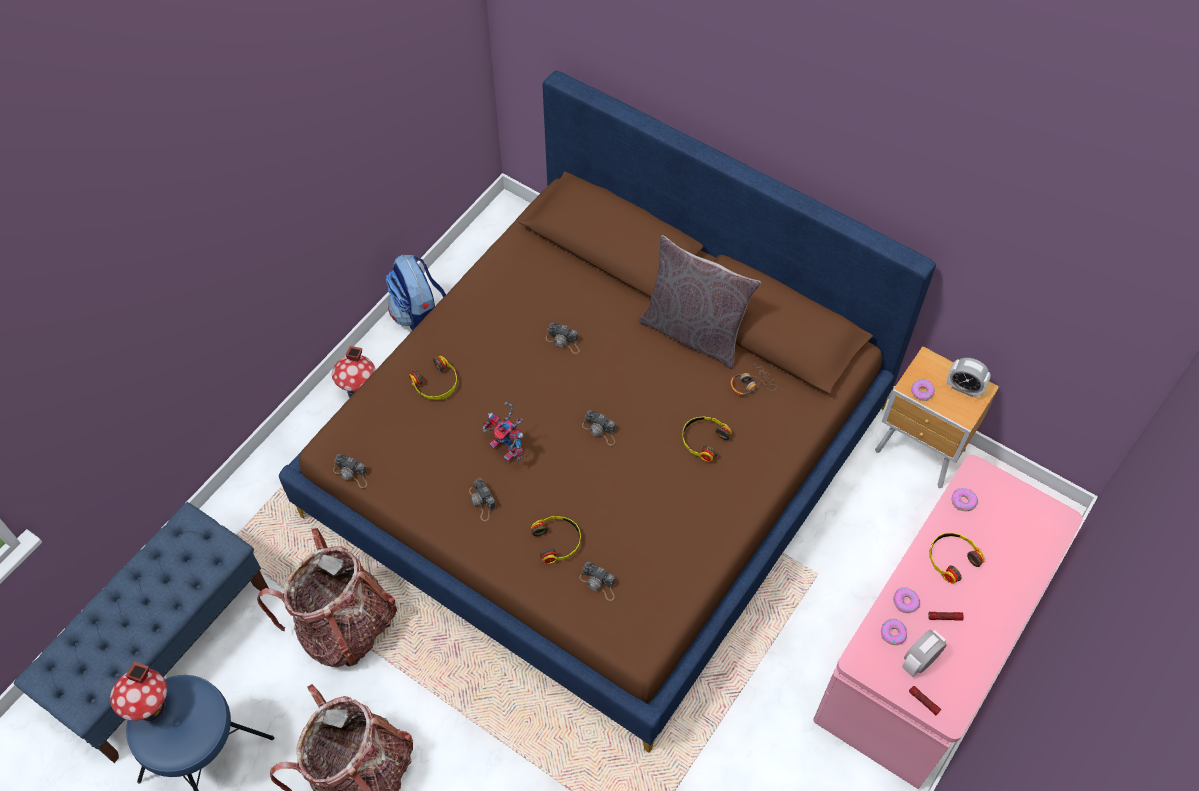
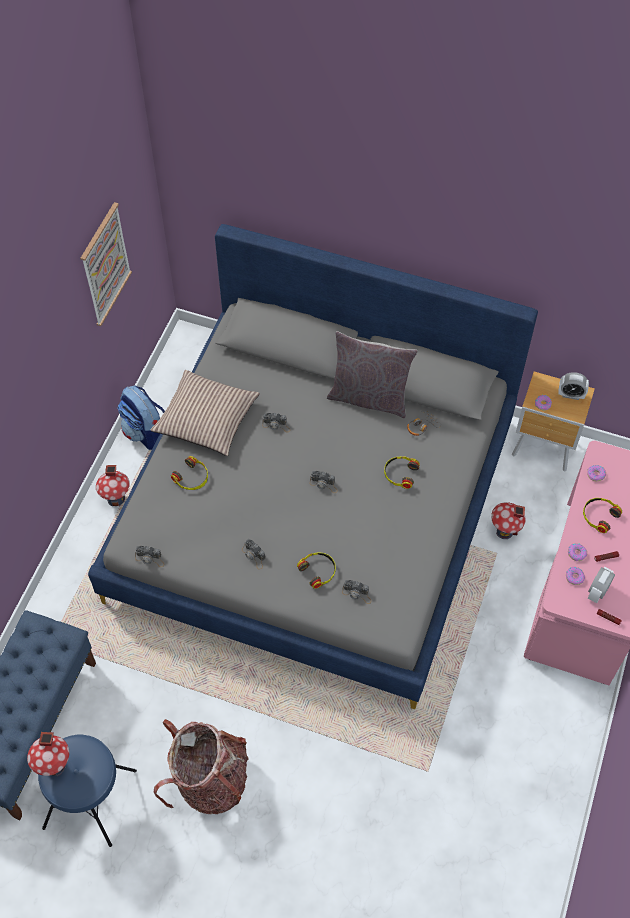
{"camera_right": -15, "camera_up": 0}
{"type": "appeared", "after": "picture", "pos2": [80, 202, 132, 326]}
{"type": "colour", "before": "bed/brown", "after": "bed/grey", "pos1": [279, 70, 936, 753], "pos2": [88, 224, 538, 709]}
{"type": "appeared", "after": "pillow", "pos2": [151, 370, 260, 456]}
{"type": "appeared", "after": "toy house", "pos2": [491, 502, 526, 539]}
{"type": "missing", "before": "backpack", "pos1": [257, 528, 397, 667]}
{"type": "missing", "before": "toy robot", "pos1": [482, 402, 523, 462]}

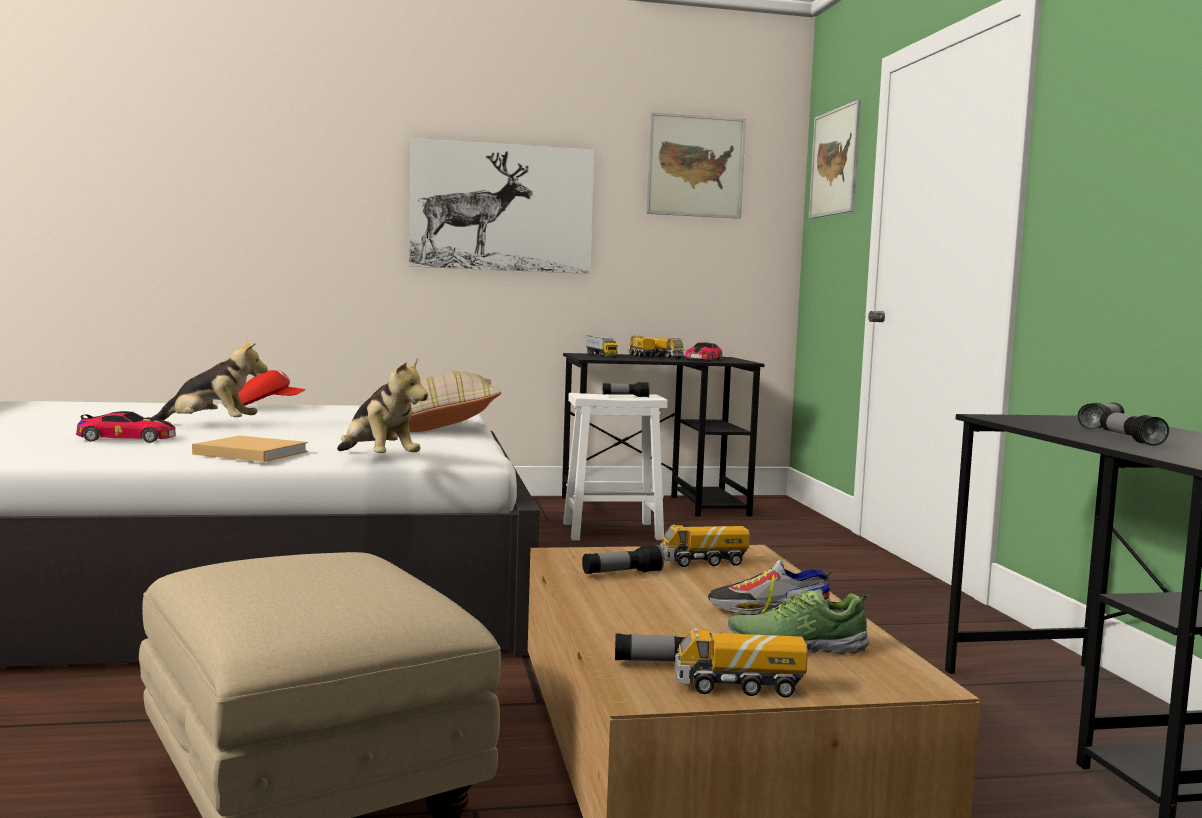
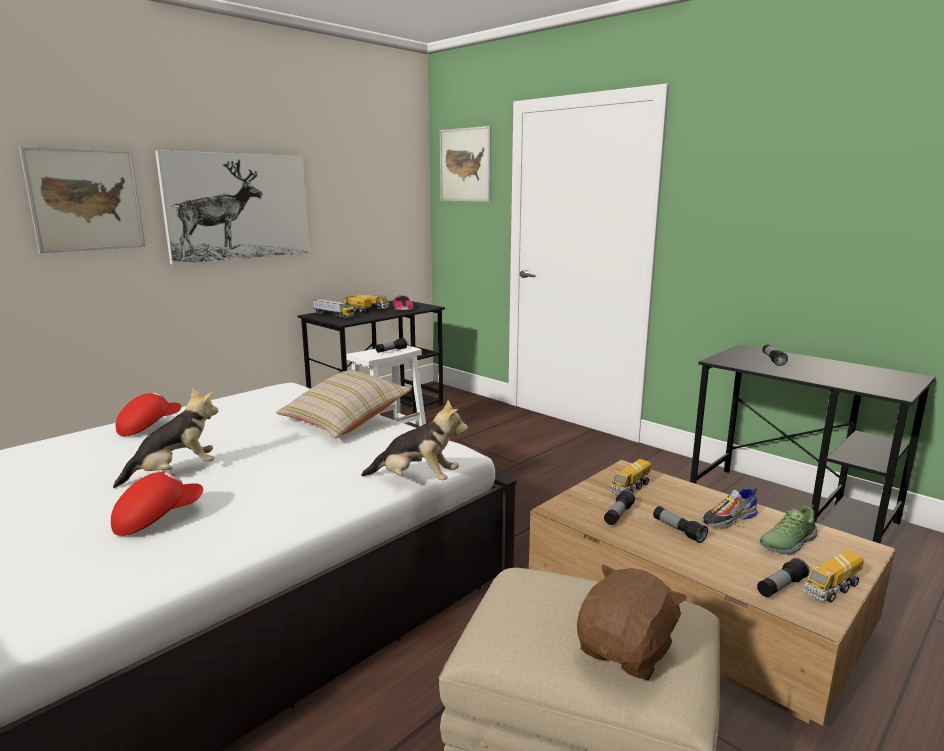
{"camera_right": -35, "camera_up": 10}
{"type": "relocated", "before": "picture", "pos1": [646, 112, 746, 219], "pos2": [19, 146, 146, 253]}
{"type": "exchanged", "before": "toy car", "after": "cap/red", "pos1": [76, 411, 176, 443], "pos2": [111, 472, 203, 536]}
{"type": "appeared", "after": "plush toy/brown", "pos2": [577, 564, 687, 680]}
{"type": "relocated", "before": "flashlight", "pos1": [1100, 411, 1169, 446], "pos2": [653, 506, 708, 543]}
{"type": "missing", "before": "book/beige", "pos1": [192, 436, 308, 462]}

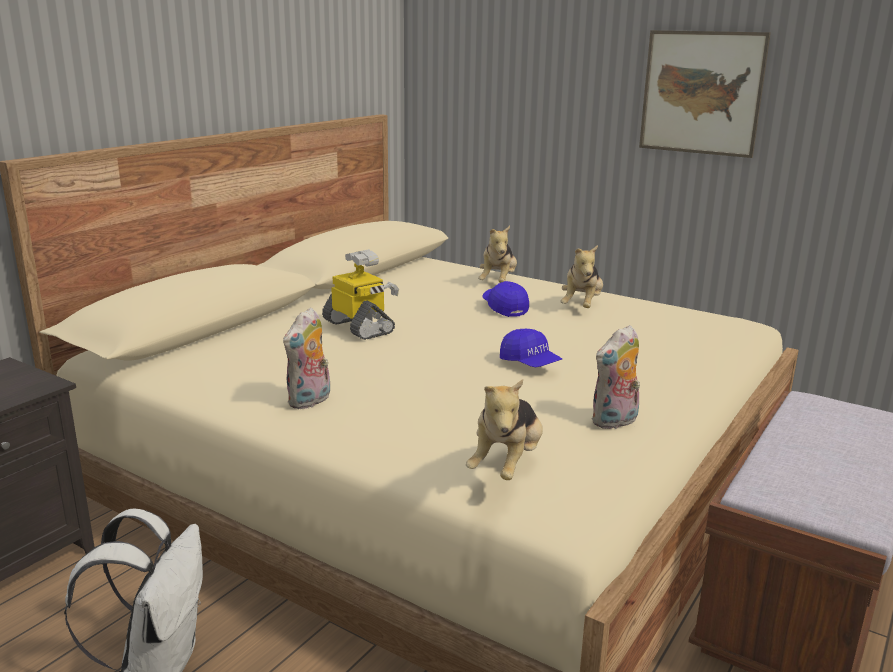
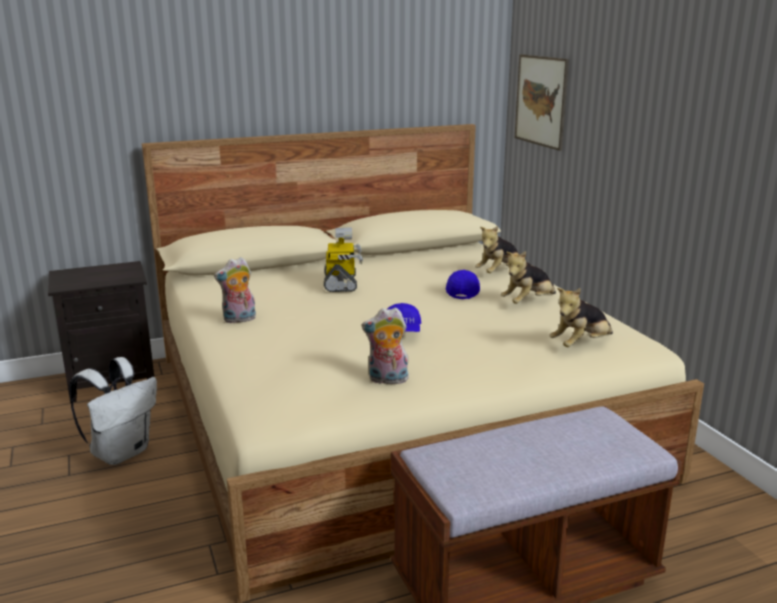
{"camera_right": 35, "camera_up": 0}
{"type": "relocated", "before": "picture", "pos1": [639, 30, 771, 158], "pos2": [515, 54, 569, 151]}
{"type": "relocated", "before": "plush toy", "pos1": [466, 379, 543, 480], "pos2": [549, 288, 613, 347]}

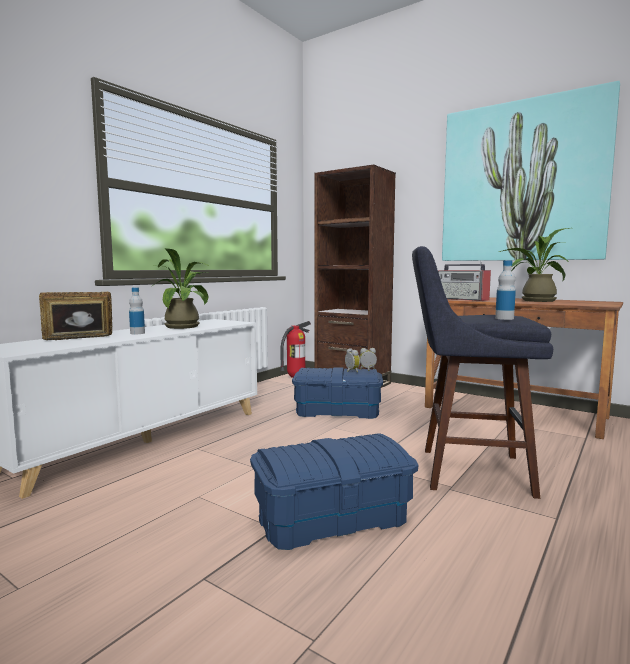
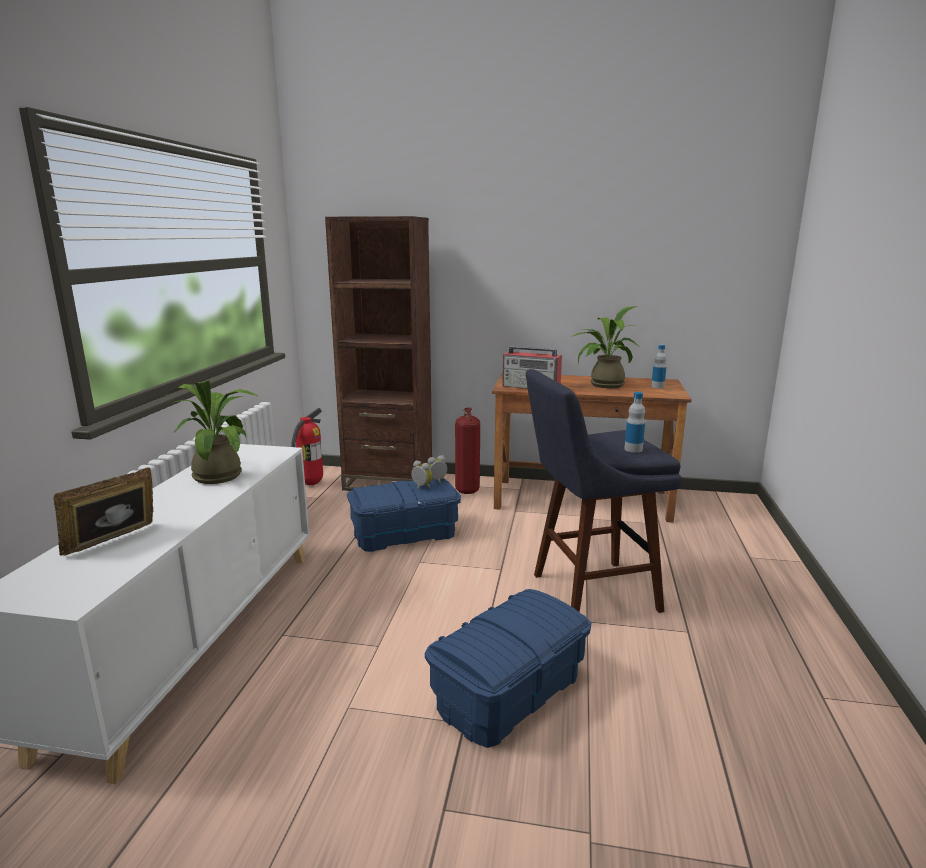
{"camera_right": -25, "camera_up": 10}
{"type": "appeared", "after": "fire extinguisher", "pos2": [455, 407, 480, 494]}
{"type": "relocated", "before": "bottle", "pos1": [129, 287, 145, 334], "pos2": [651, 345, 667, 388]}
{"type": "missing", "before": "picture", "pos1": [442, 81, 620, 261]}

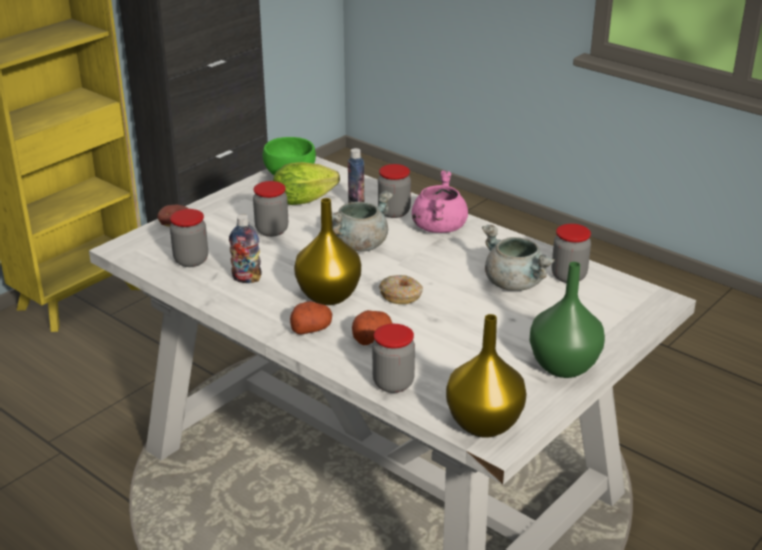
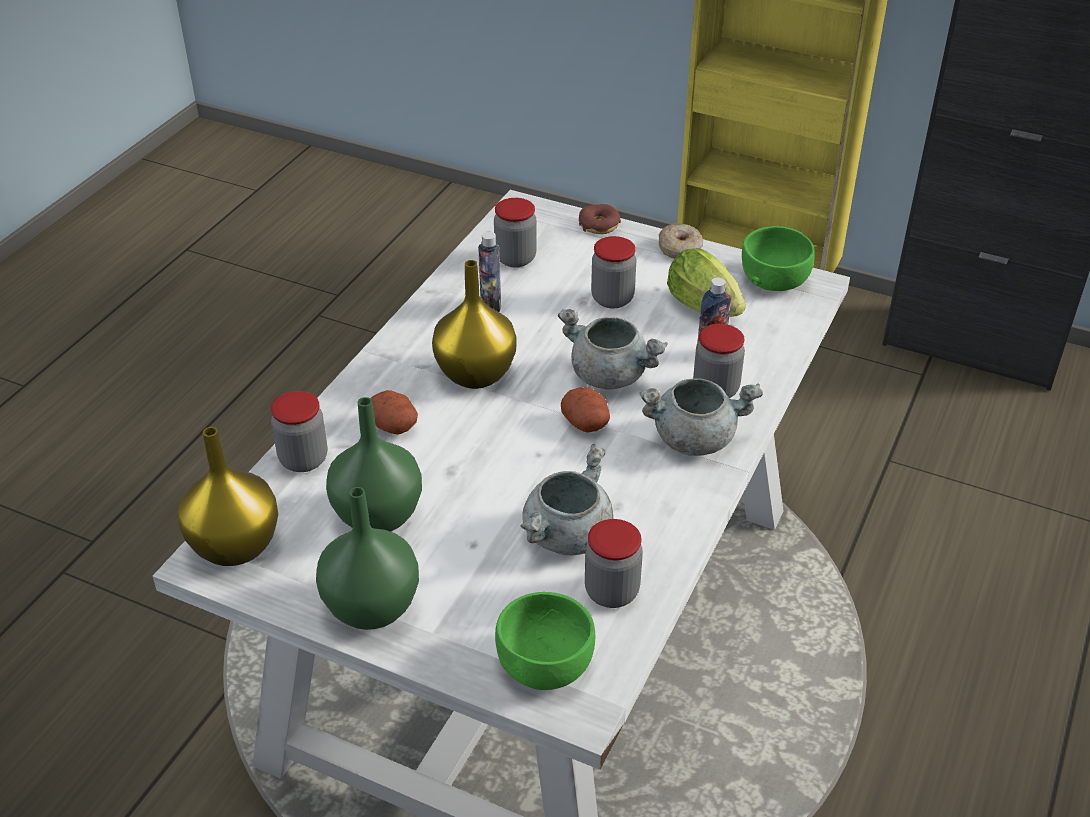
{"camera_right": 75, "camera_up": 10}
{"type": "appeared", "after": "vase/green", "pos2": [326, 397, 422, 532]}
{"type": "appeared", "after": "bowl/green", "pos2": [495, 592, 595, 690]}
{"type": "relocated", "before": "potato", "pos1": [290, 301, 332, 335], "pos2": [561, 387, 610, 433]}
{"type": "colour", "before": "cooking pot/pink", "after": "cooking pot/grey", "pos1": [412, 171, 468, 233], "pos2": [640, 378, 763, 456]}
{"type": "relocated", "before": "donut", "pos1": [379, 275, 423, 304], "pos2": [659, 223, 703, 259]}

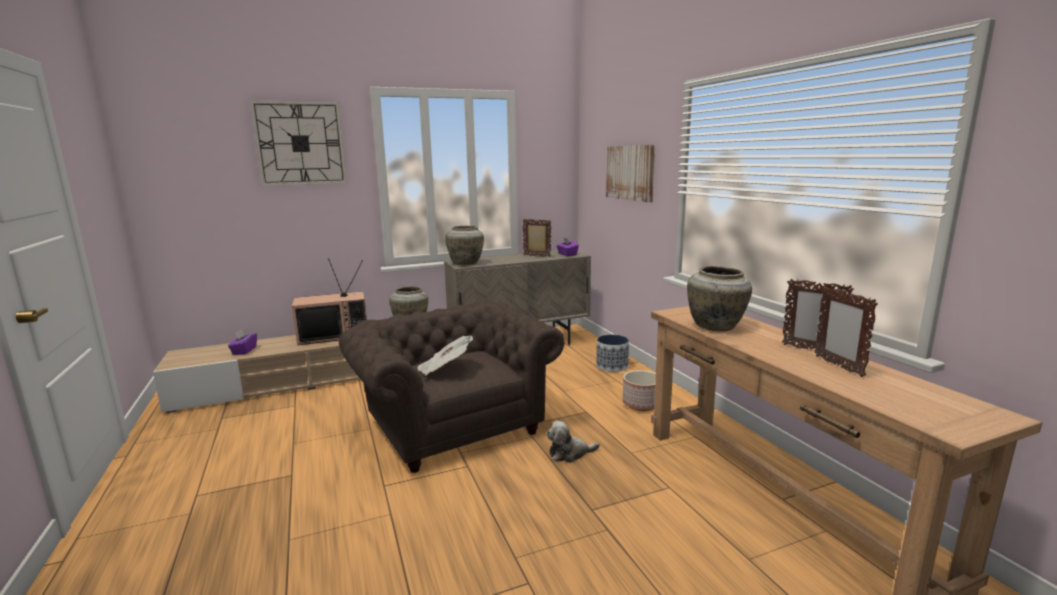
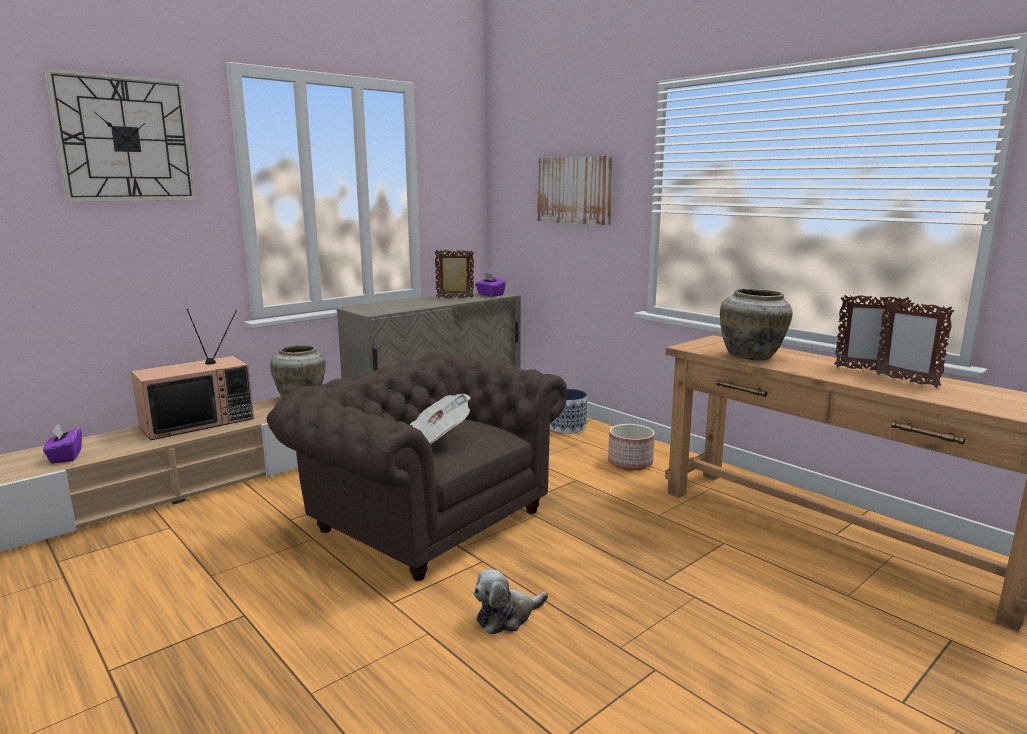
{"camera_right": -20, "camera_up": 0}
{"type": "relocated", "before": "plush toy", "pos1": [547, 421, 600, 462], "pos2": [473, 569, 548, 634]}
{"type": "missing", "before": "vase/beige", "pos1": [445, 226, 484, 265]}

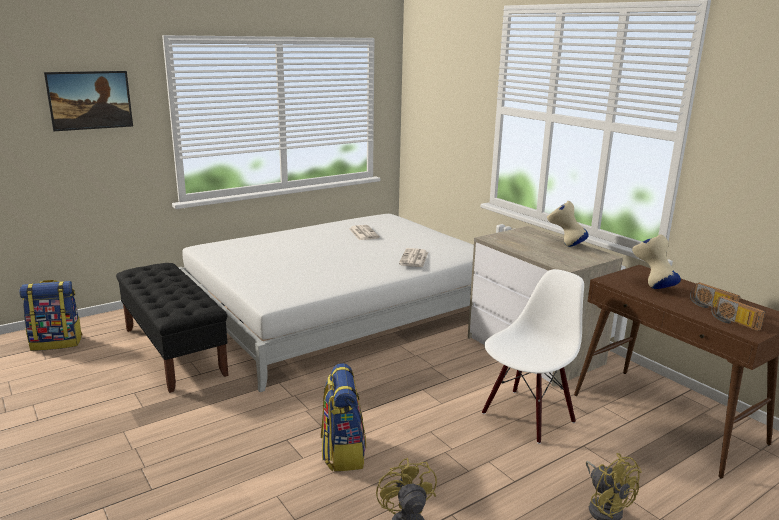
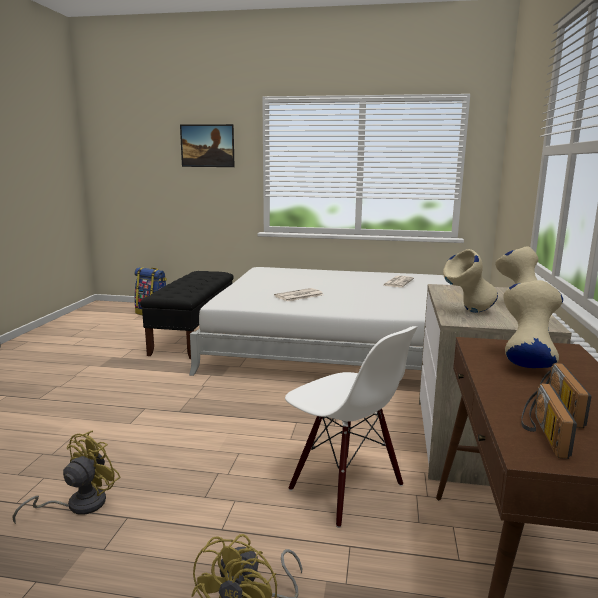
{"camera_right": 45, "camera_up": -5}
{"type": "relocated", "before": "newspaper", "pos1": [399, 248, 428, 267], "pos2": [274, 288, 323, 301]}
{"type": "spun", "before": "chair/white", "pos1": [482, 269, 584, 444], "pos2": [285, 326, 418, 528], "turn": 45}
{"type": "appeared", "after": "vase/beige", "pos2": [443, 249, 498, 313]}
{"type": "missing", "before": "backpack", "pos1": [321, 363, 366, 471]}

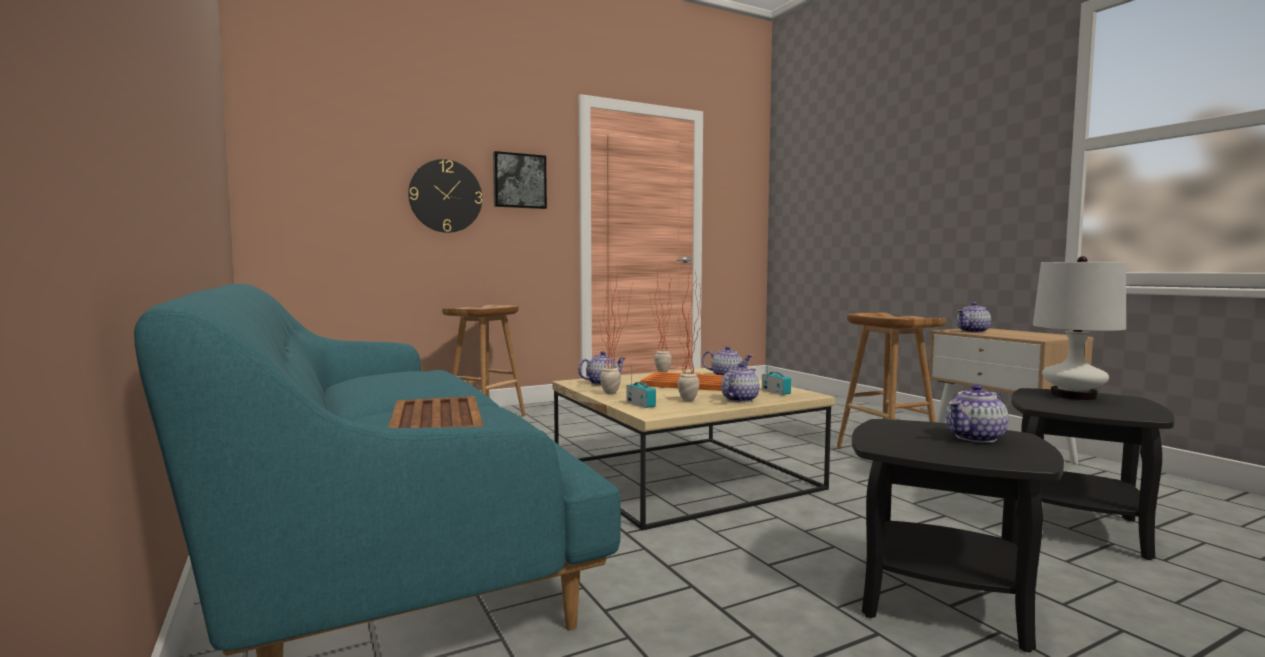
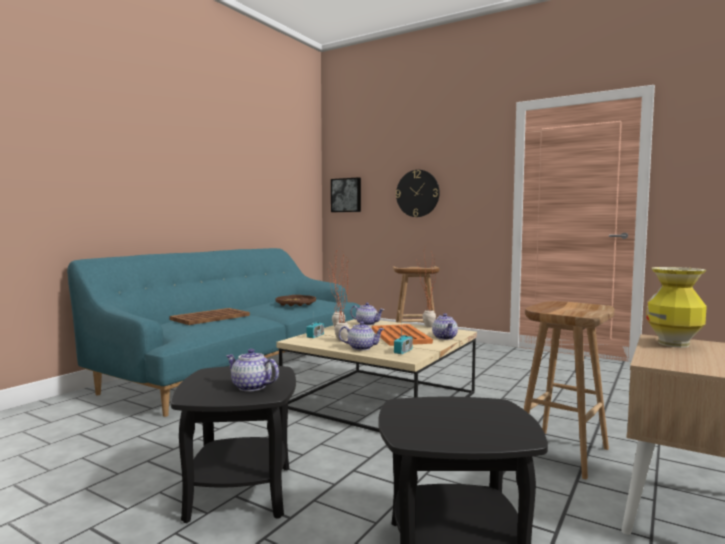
{"camera_right": 60, "camera_up": 0}
{"type": "appeared", "after": "tray/brown", "pos2": [276, 295, 316, 306]}
{"type": "relocated", "before": "picture", "pos1": [493, 151, 547, 209], "pos2": [331, 177, 361, 212]}
{"type": "exchanged", "before": "teapot", "after": "vase", "pos1": [957, 302, 991, 333], "pos2": [646, 267, 707, 348]}
{"type": "missing", "before": "table lamp/white", "pos1": [1033, 256, 1126, 400]}

